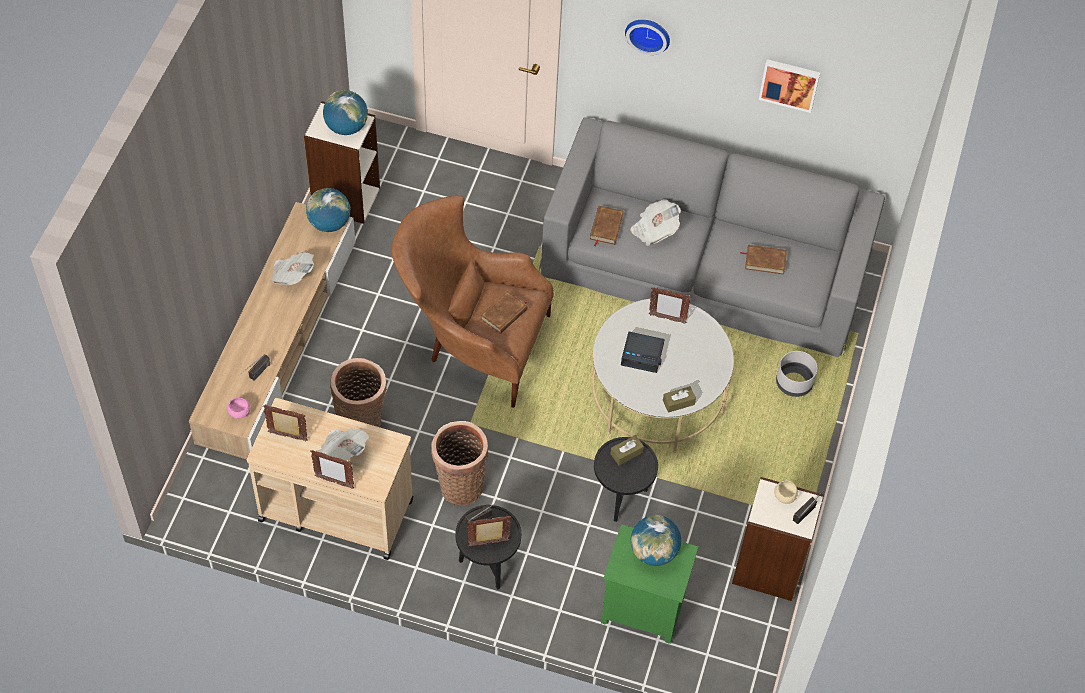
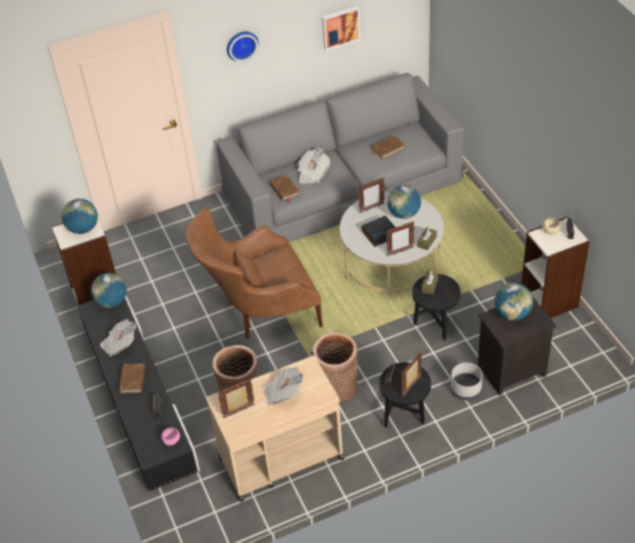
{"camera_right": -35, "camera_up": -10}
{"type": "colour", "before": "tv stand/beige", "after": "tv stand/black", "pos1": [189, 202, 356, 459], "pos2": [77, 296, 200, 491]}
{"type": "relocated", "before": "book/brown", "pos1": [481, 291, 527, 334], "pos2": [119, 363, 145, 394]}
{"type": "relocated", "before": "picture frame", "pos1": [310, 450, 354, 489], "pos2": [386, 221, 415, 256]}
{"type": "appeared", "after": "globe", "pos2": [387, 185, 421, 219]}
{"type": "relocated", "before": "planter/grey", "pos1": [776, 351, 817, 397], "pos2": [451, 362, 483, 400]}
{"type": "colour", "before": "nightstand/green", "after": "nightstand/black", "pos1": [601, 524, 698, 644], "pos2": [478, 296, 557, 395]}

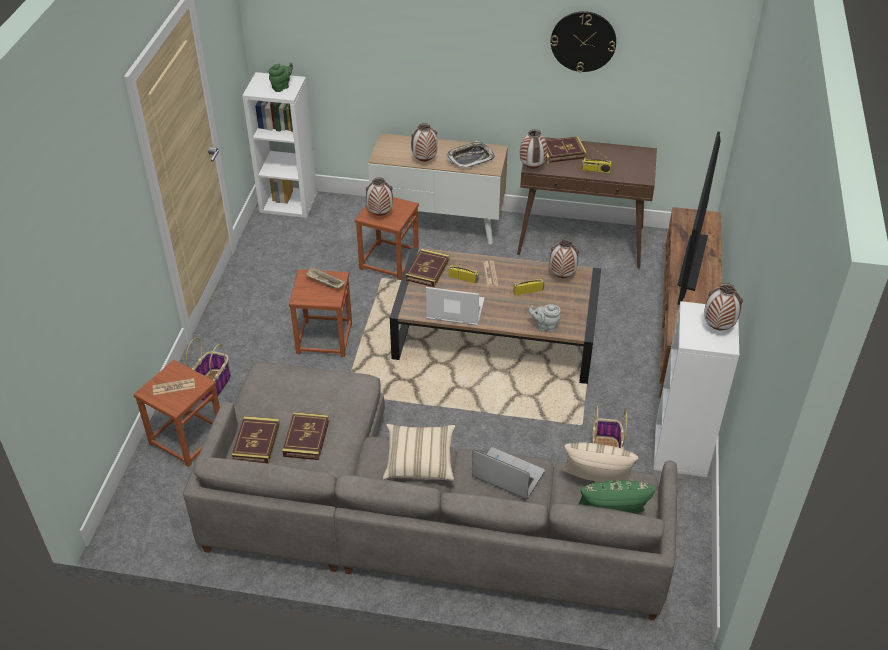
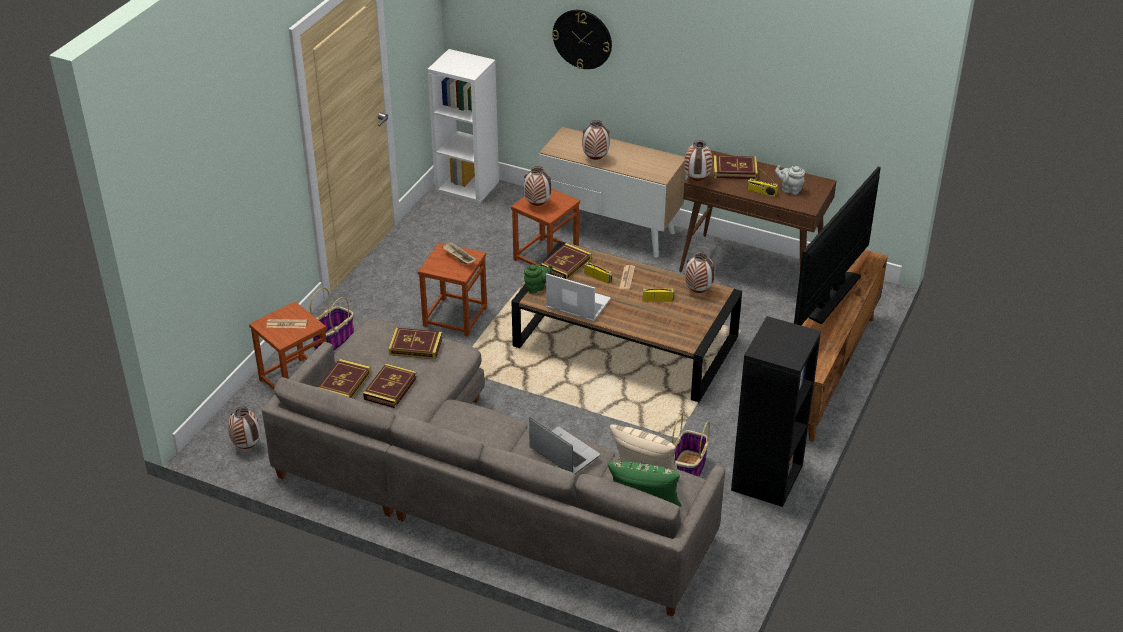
{"camera_right": 15, "camera_up": -5}
{"type": "relocated", "before": "vase", "pos1": [704, 283, 743, 330], "pos2": [228, 407, 261, 449]}
{"type": "appeared", "after": "book", "pos2": [388, 328, 443, 359]}
{"type": "relocated", "before": "teapot/green", "pos1": [268, 63, 293, 92], "pos2": [524, 264, 552, 294]}
{"type": "relocated", "before": "wall clock", "pos1": [551, 11, 616, 72], "pos2": [552, 10, 612, 69]}
{"type": "colour", "before": "bookcase/white", "after": "bookcase/black", "pos1": [653, 301, 739, 477], "pos2": [731, 316, 821, 507]}
{"type": "relocated", "before": "teapot/grey", "pos1": [529, 304, 561, 333], "pos2": [775, 165, 805, 195]}
{"type": "missing", "before": "pillow/beige", "pos1": [383, 424, 455, 481]}
{"type": "missing", "before": "tray", "pos1": [447, 141, 495, 169]}

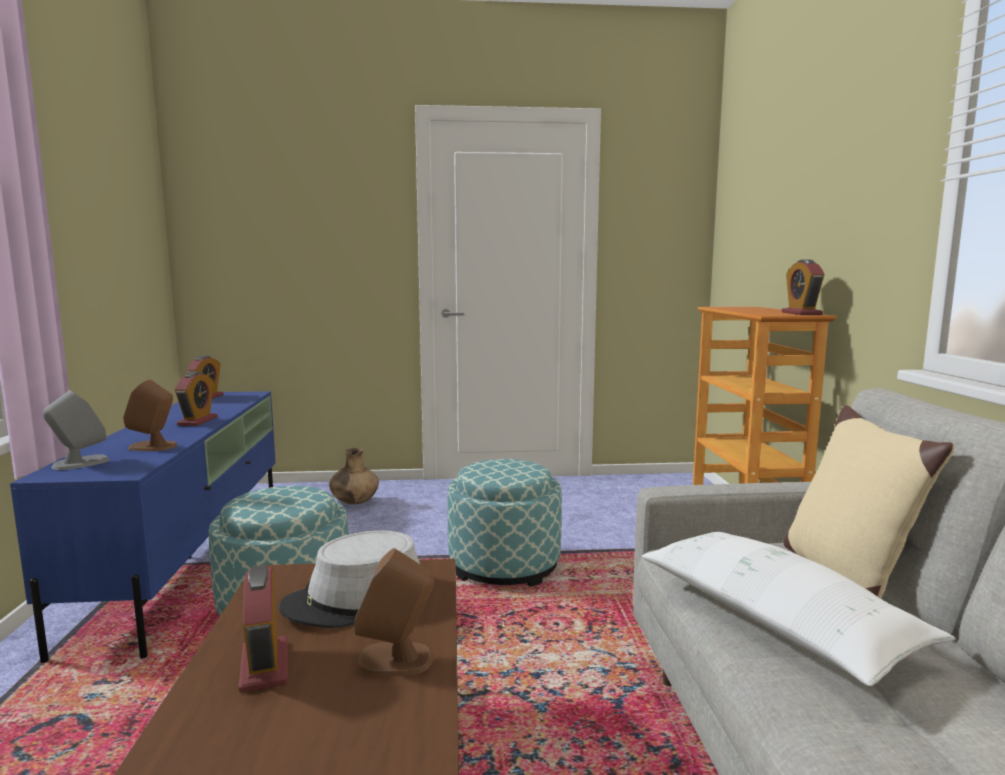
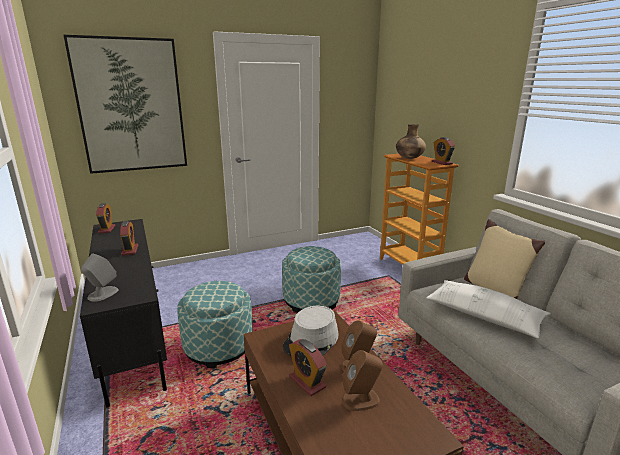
{"camera_right": -20, "camera_up": 10}
{"type": "appeared", "after": "picture", "pos2": [63, 35, 187, 174]}
{"type": "colour", "before": "tv stand/blue", "after": "tv stand/black", "pos1": [10, 391, 276, 663], "pos2": [80, 219, 167, 408]}
{"type": "relocated", "before": "speaker/brown", "pos1": [123, 380, 177, 451], "pos2": [342, 350, 383, 411]}
{"type": "relocated", "before": "vase/brown", "pos1": [329, 448, 379, 505], "pos2": [396, 124, 426, 159]}

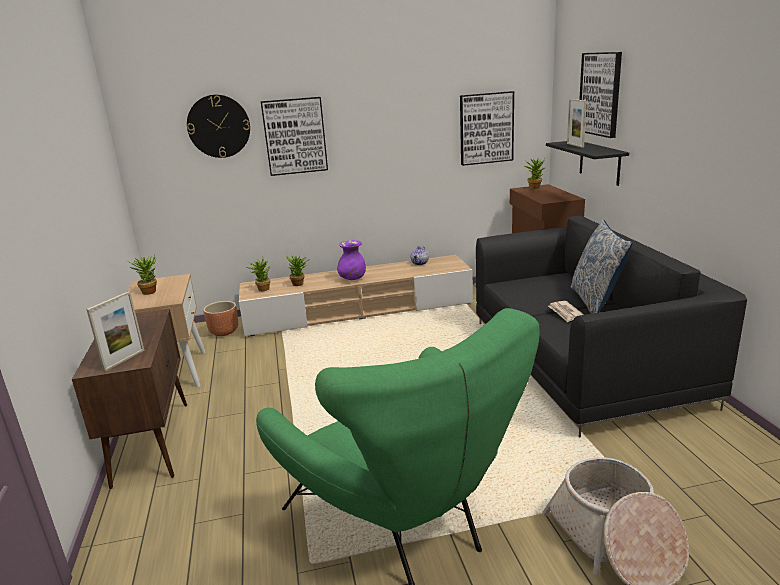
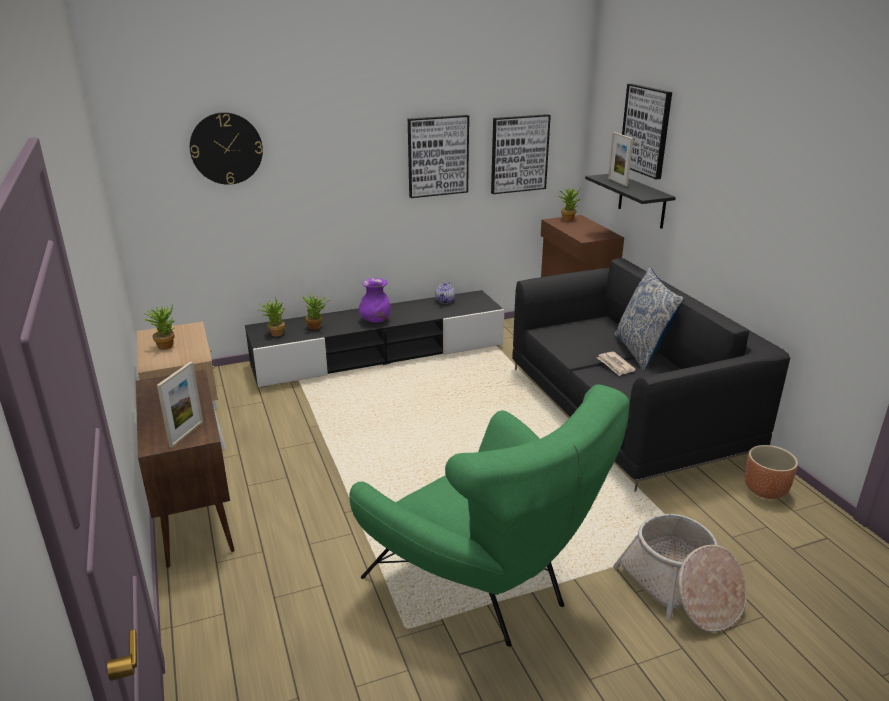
{"camera_right": -10, "camera_up": 5}
{"type": "colour", "before": "tv stand/beige", "after": "tv stand/black", "pos1": [239, 255, 473, 337], "pos2": [245, 290, 504, 388]}
{"type": "relocated", "before": "picture", "pos1": [261, 97, 328, 176], "pos2": [408, 115, 469, 198]}
{"type": "relocated", "before": "planter/brown", "pos1": [203, 301, 238, 336], "pos2": [745, 445, 798, 499]}

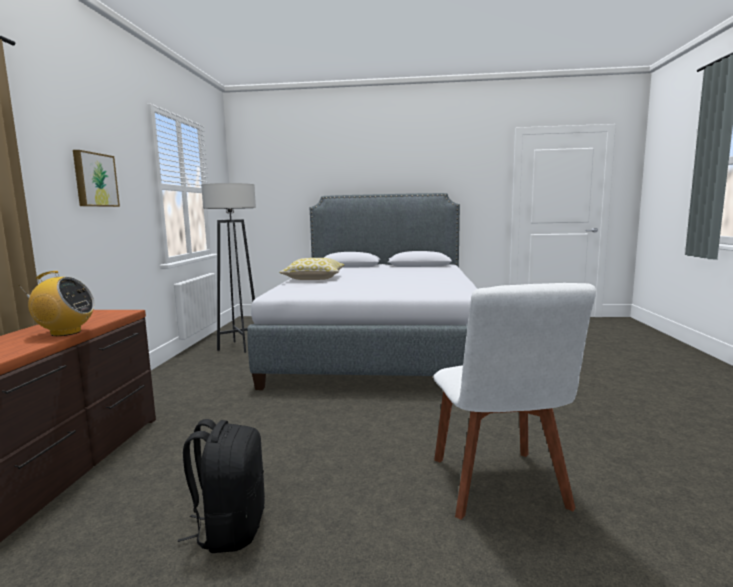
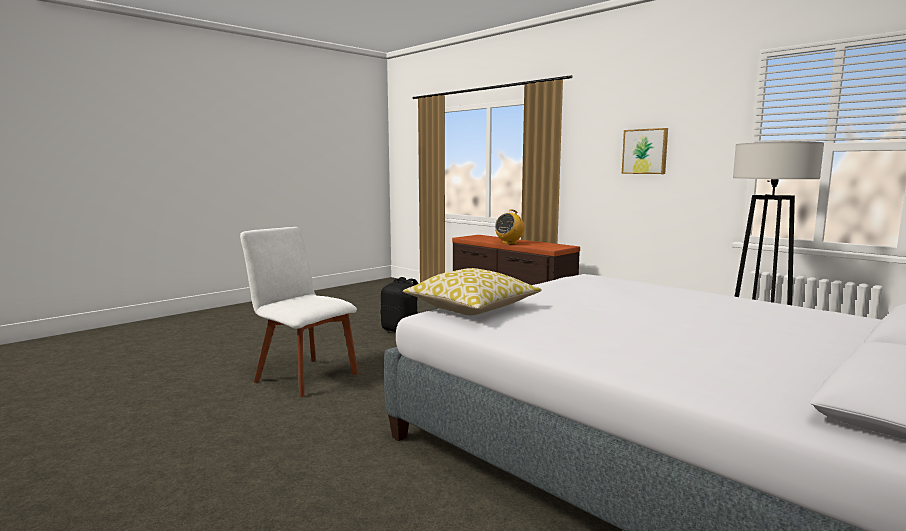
{"camera_right": 130, "camera_up": 0}
{"type": "relocated", "before": "pillow", "pos1": [279, 258, 345, 280], "pos2": [403, 268, 542, 315]}

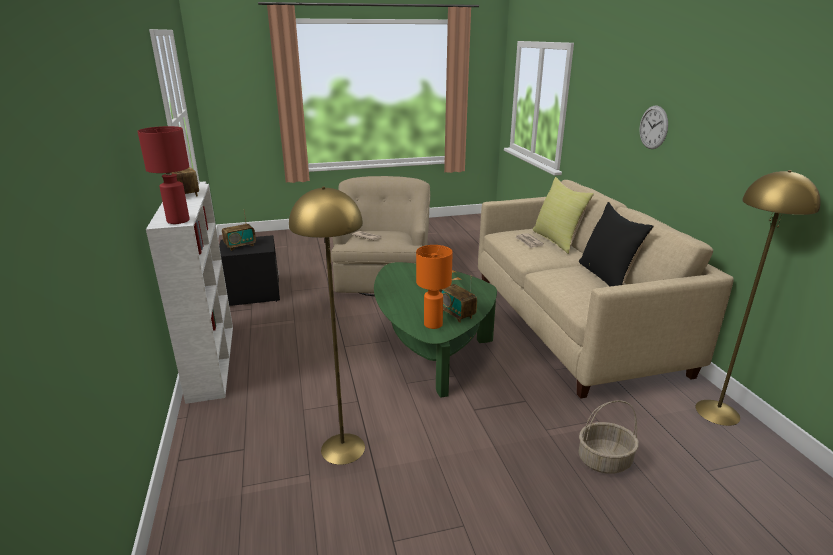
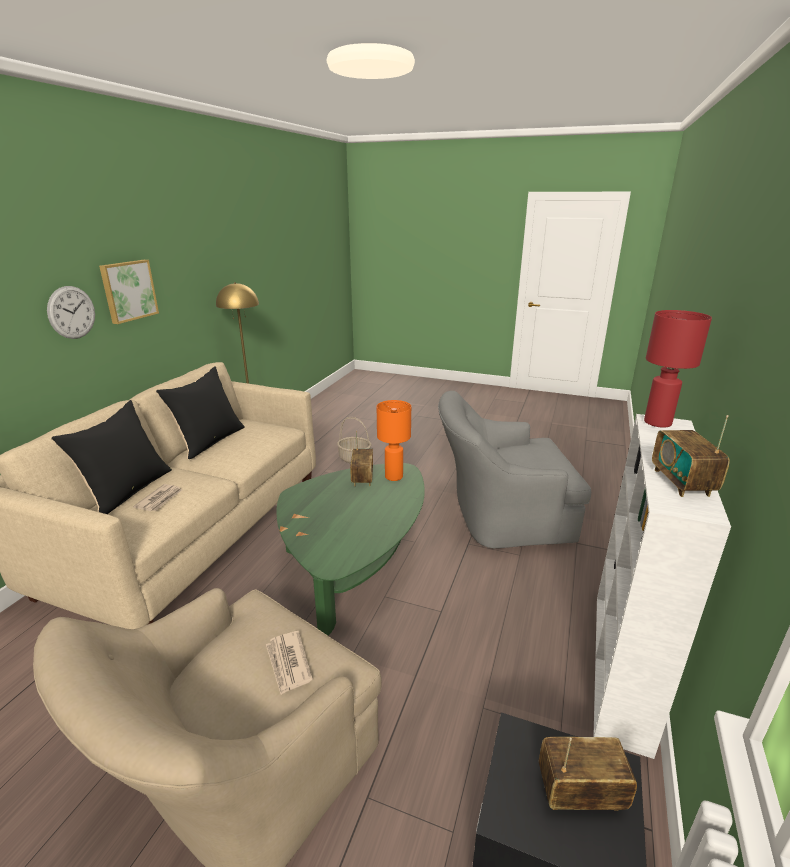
{"camera_right": -145, "camera_up": 0}
{"type": "colour", "before": "pillow/yellow", "after": "pillow/black", "pos1": [533, 177, 594, 254], "pos2": [51, 400, 172, 514]}
{"type": "appeared", "after": "picture", "pos2": [99, 260, 159, 324]}
{"type": "exchanged", "before": "floor lamp/yellow", "after": "armchair/grey", "pos1": [289, 187, 365, 465], "pos2": [438, 391, 591, 548]}

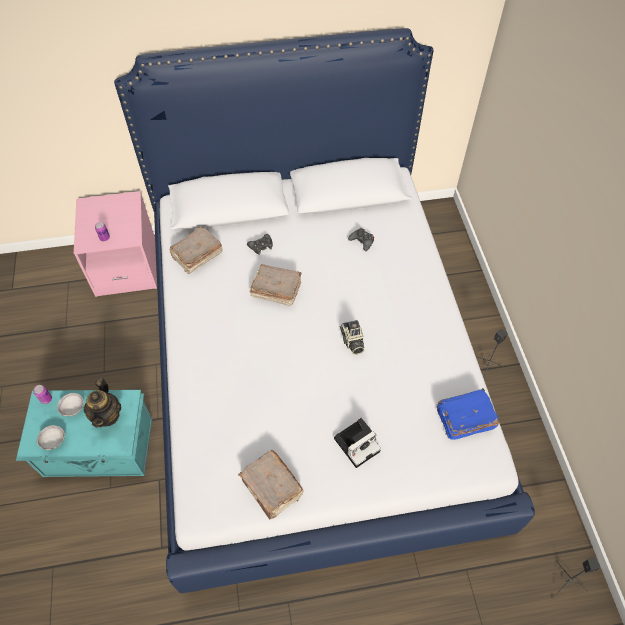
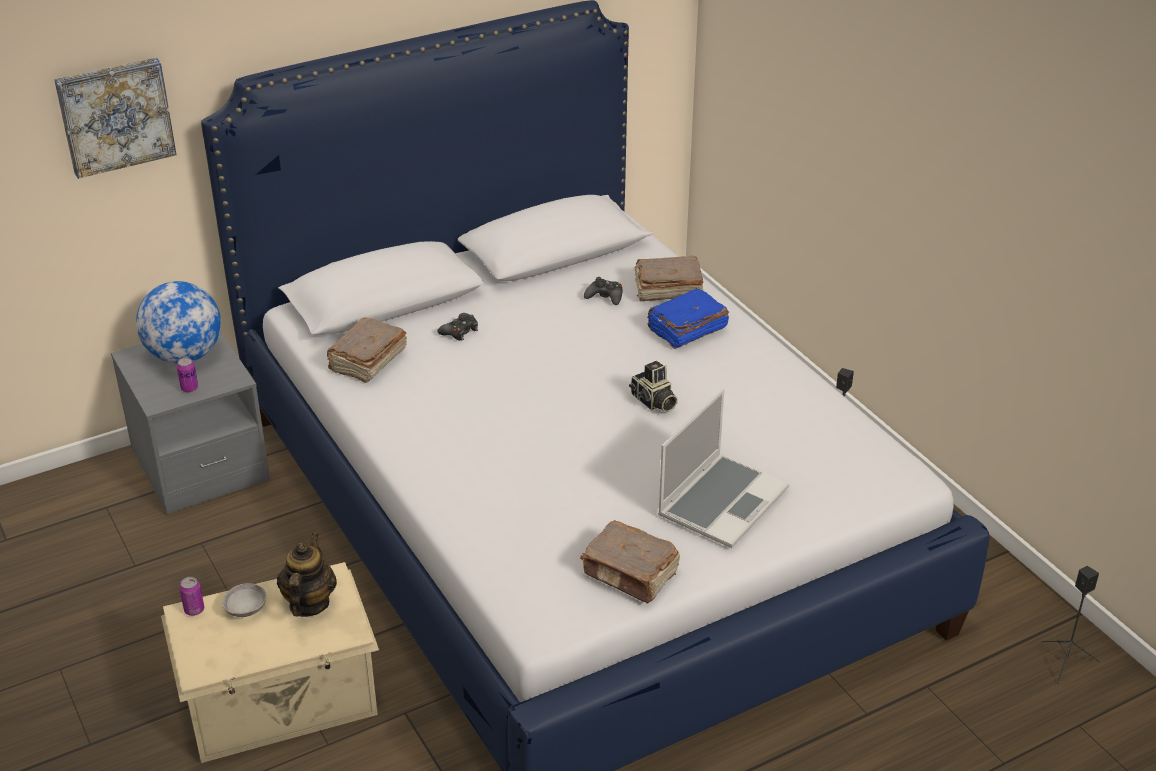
{"camera_right": -20, "camera_up": -20}
{"type": "appeared", "after": "picture", "pos2": [54, 58, 177, 179]}
{"type": "colour", "before": "nightstand/pink", "after": "nightstand/grey", "pos1": [74, 191, 157, 297], "pos2": [111, 331, 270, 514]}
{"type": "appeared", "after": "globe", "pos2": [136, 281, 221, 364]}
{"type": "colour", "before": "storage box/turquoise", "after": "storage box/beige", "pos1": [16, 390, 152, 477], "pos2": [161, 562, 379, 763]}
{"type": "spun", "before": "teapot", "pos1": [83, 378, 121, 427], "pos2": [277, 533, 337, 617], "turn": -150}
{"type": "relocated", "before": "book/brown", "pos1": [250, 264, 302, 305], "pos2": [634, 256, 703, 301]}
{"type": "relocated", "before": "book/blue", "pos1": [437, 388, 500, 440], "pos2": [647, 289, 729, 349]}
{"type": "exchanged", "before": "photo camera", "after": "laptop", "pos1": [334, 418, 381, 468], "pos2": [658, 389, 789, 548]}
{"type": "missing", "before": "bowl/grey", "pos1": [37, 425, 65, 450]}

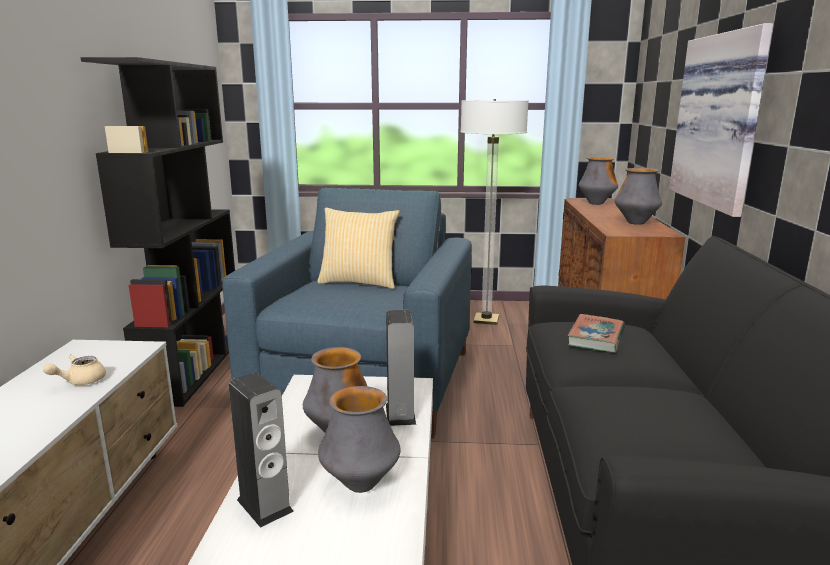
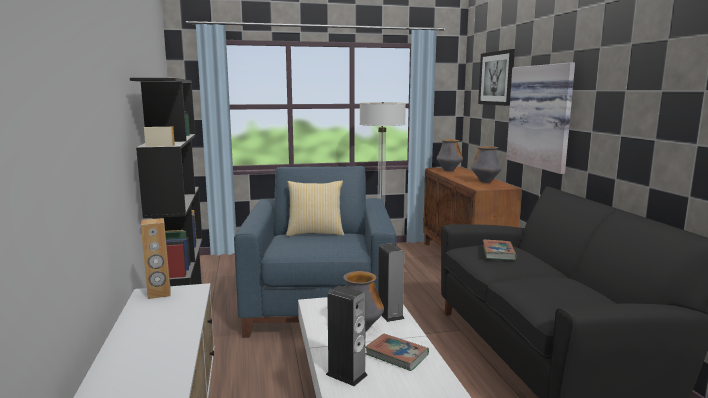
{"camera_right": -15, "camera_up": -5}
{"type": "appeared", "after": "speaker/brown", "pos2": [141, 218, 171, 299]}
{"type": "exchanged", "before": "vase", "after": "book", "pos1": [318, 386, 400, 493], "pos2": [365, 334, 429, 371]}
{"type": "appeared", "after": "picture", "pos2": [478, 49, 515, 106]}
{"type": "missing", "before": "teapot/beige", "pos1": [43, 355, 106, 385]}

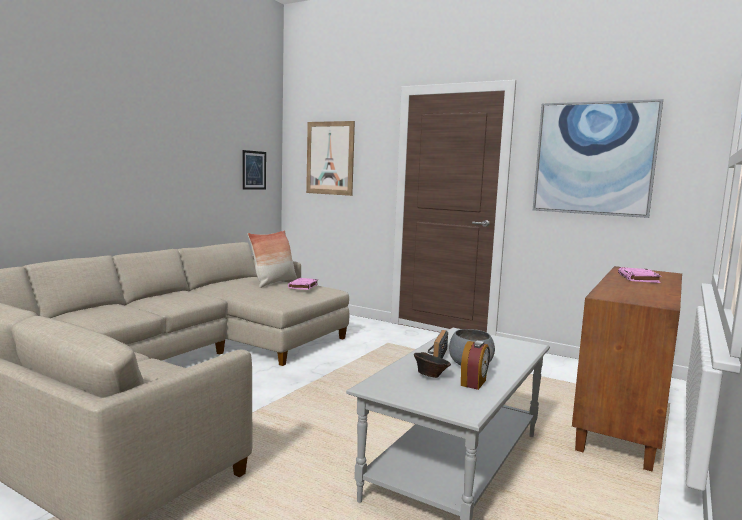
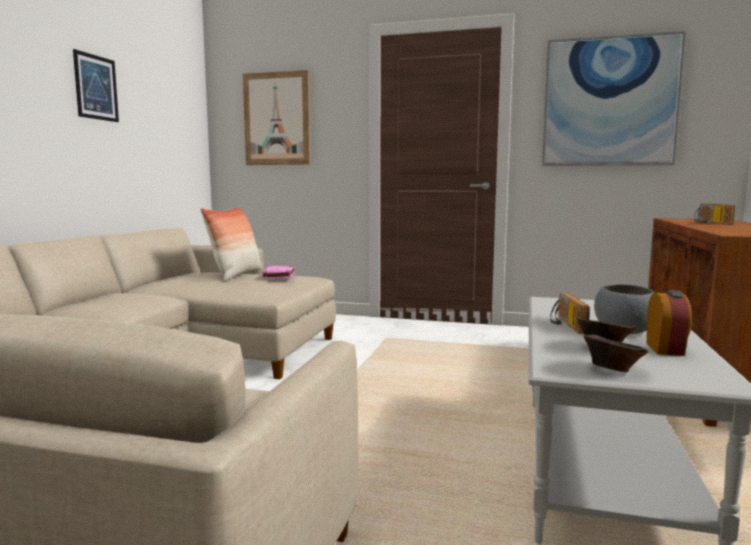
{"camera_right": -15, "camera_up": 0}
{"type": "relocated", "before": "picture", "pos1": [242, 150, 266, 189], "pos2": [73, 49, 119, 122]}
{"type": "appeared", "after": "bowl/brown", "pos2": [583, 334, 649, 372]}
{"type": "exchanged", "before": "book/pink", "after": "radio", "pos1": [618, 267, 661, 283], "pos2": [694, 203, 735, 225]}

